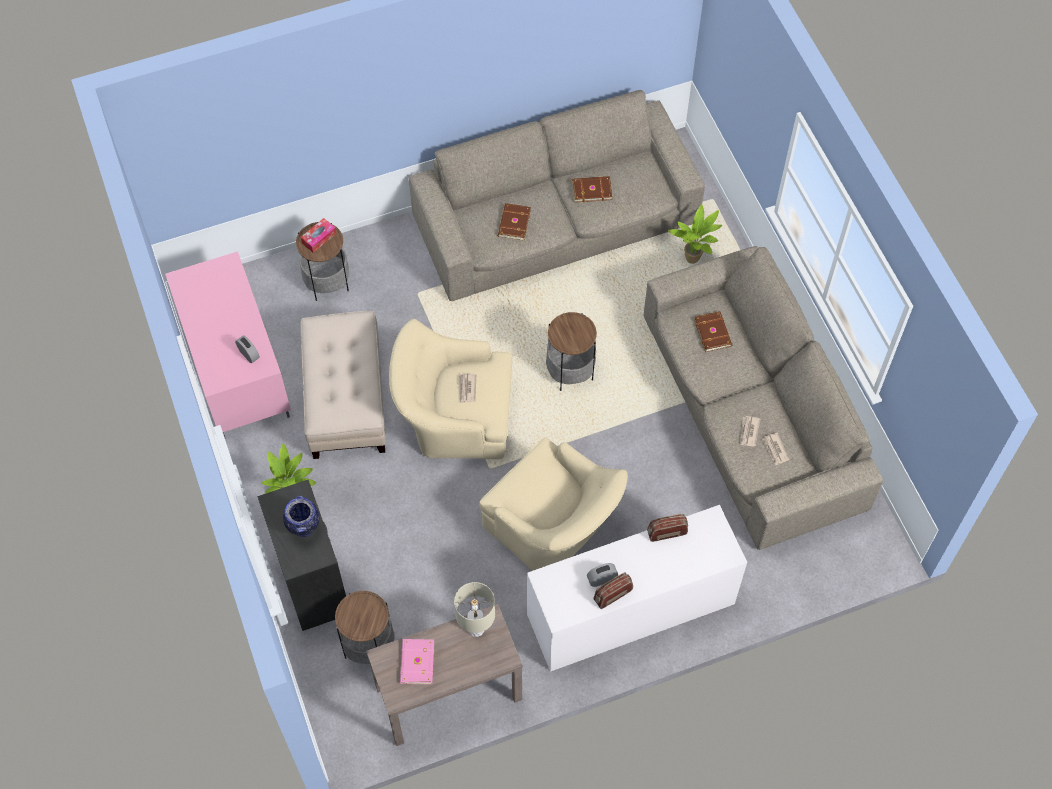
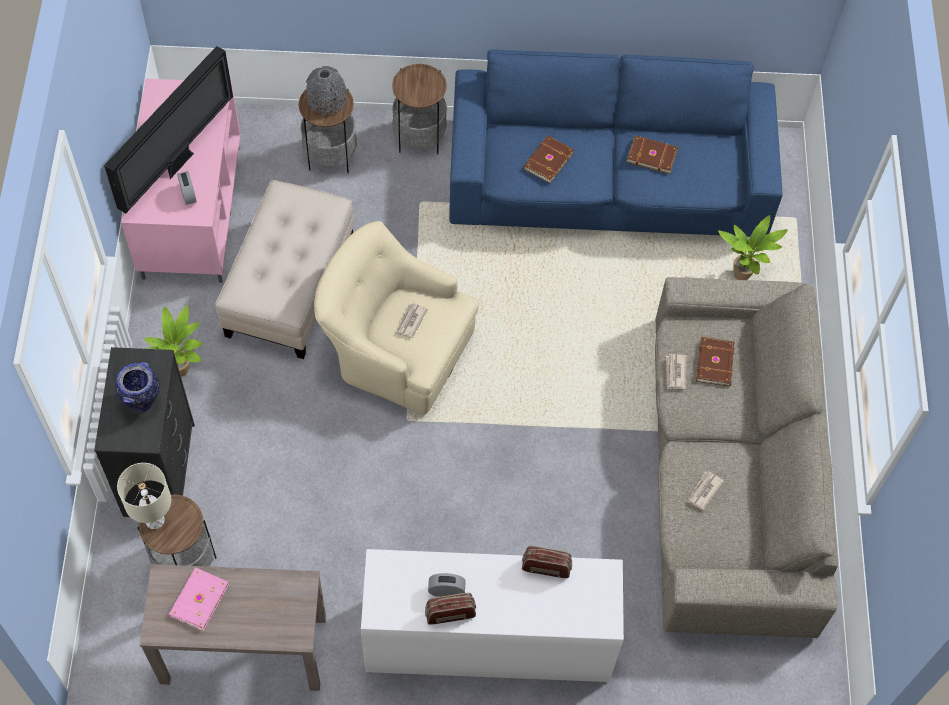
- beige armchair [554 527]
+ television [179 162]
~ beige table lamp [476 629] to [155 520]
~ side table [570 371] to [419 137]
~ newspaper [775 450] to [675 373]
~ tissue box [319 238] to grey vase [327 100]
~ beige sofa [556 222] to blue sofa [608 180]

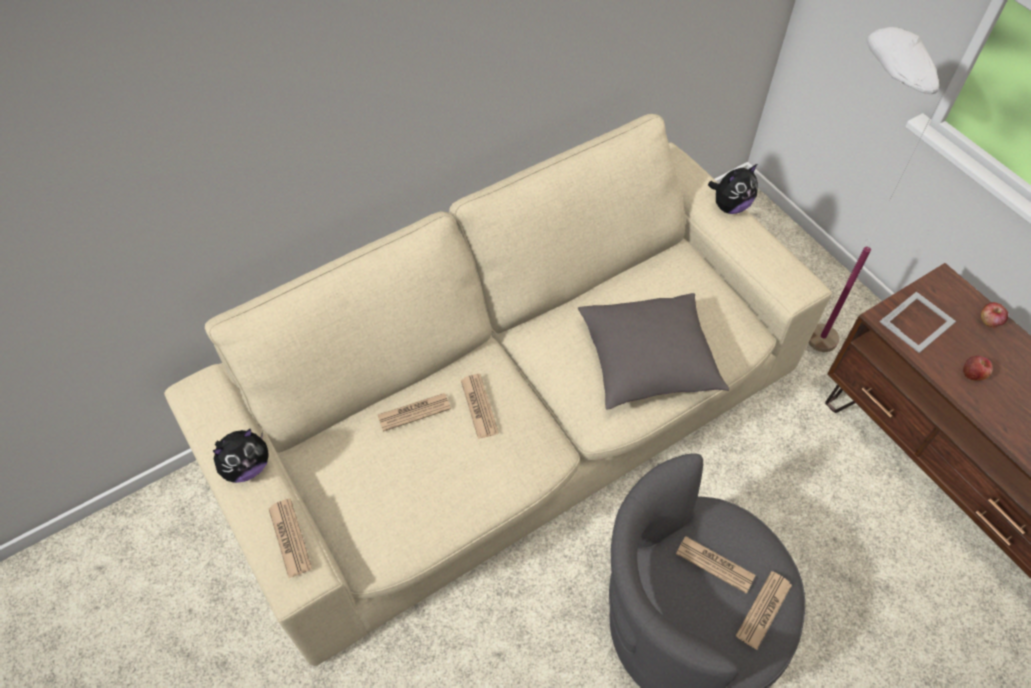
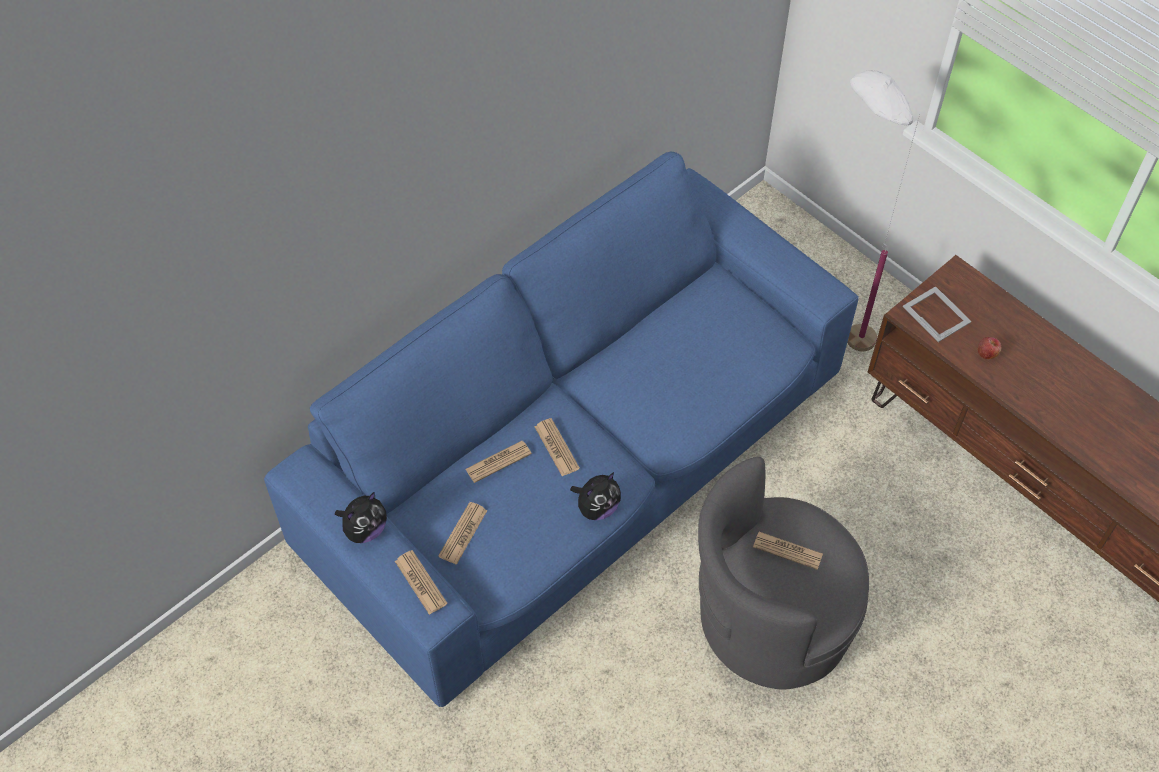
- grey pillow [648 363]
- apple [989 321]
~ plush toy [730 206] to [597 508]
~ newspaper [763 610] to [463 533]
~ beige sofa [514 419] to blue sofa [578 460]
~ picture frame [918 322] = [936 313] 75 degrees counterclockwise

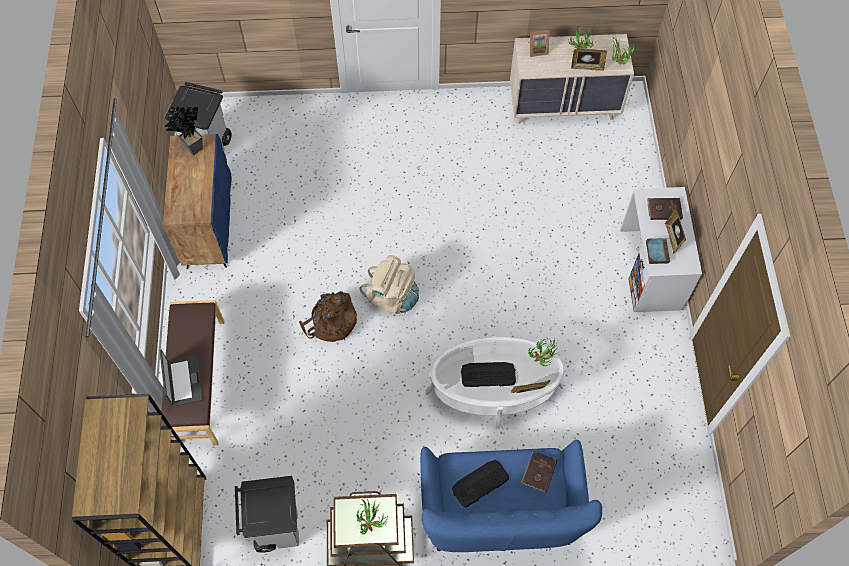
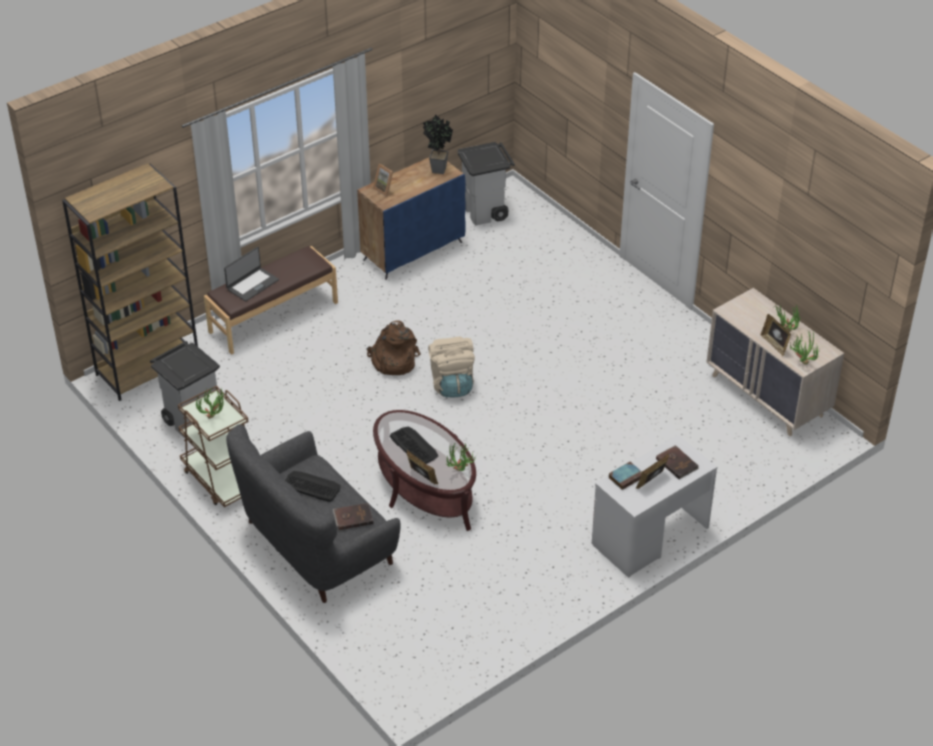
~ picture frame [537 50] to [385 189]
~ blue sofa [500 512] to grey sofa [315 544]
~ white coffee table [494 389] to brown coffee table [424 487]

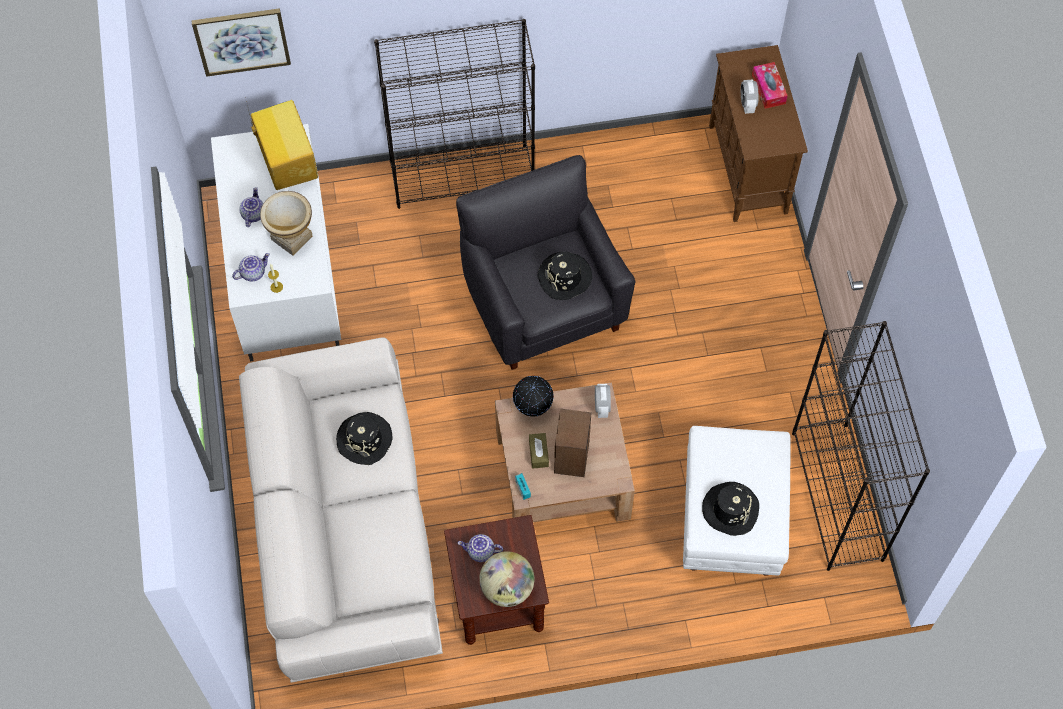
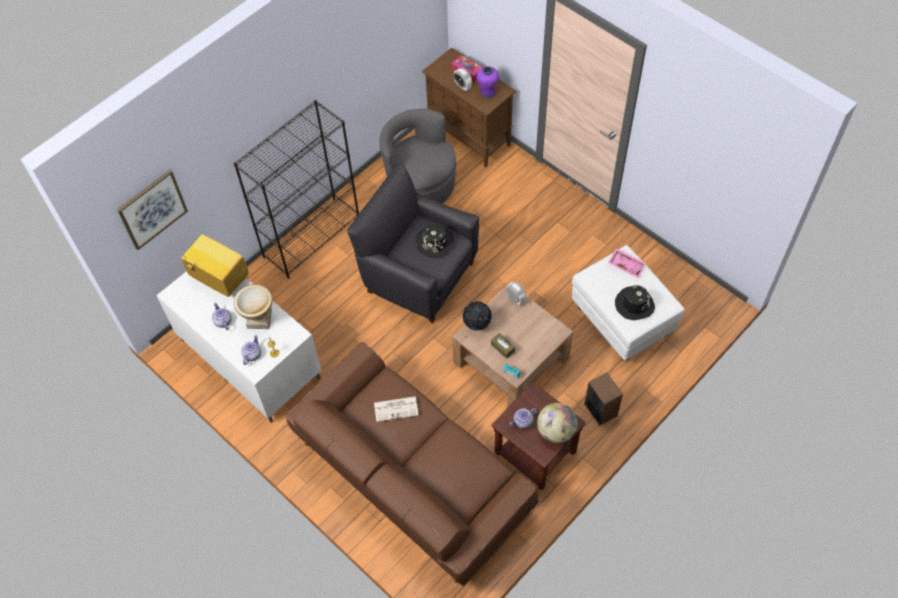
- black bookcase [838 496]
+ grey armchair [421 185]
+ purple vase [487 93]
+ pink tray [626 265]
~ speaker [572 457] to [600 409]
~ black hat [365 439] to newspaper [396 408]
~ white sofa [345 527] to brown sofa [411 476]

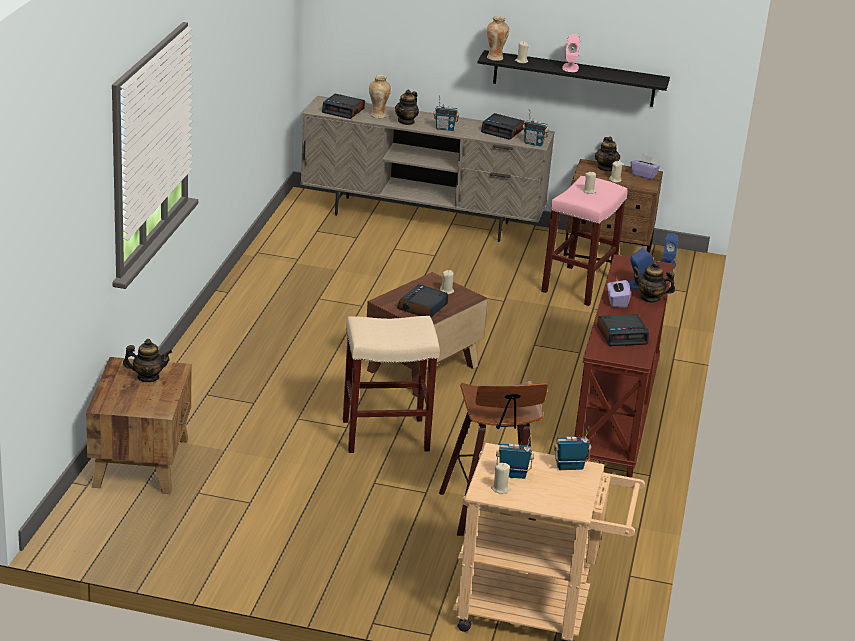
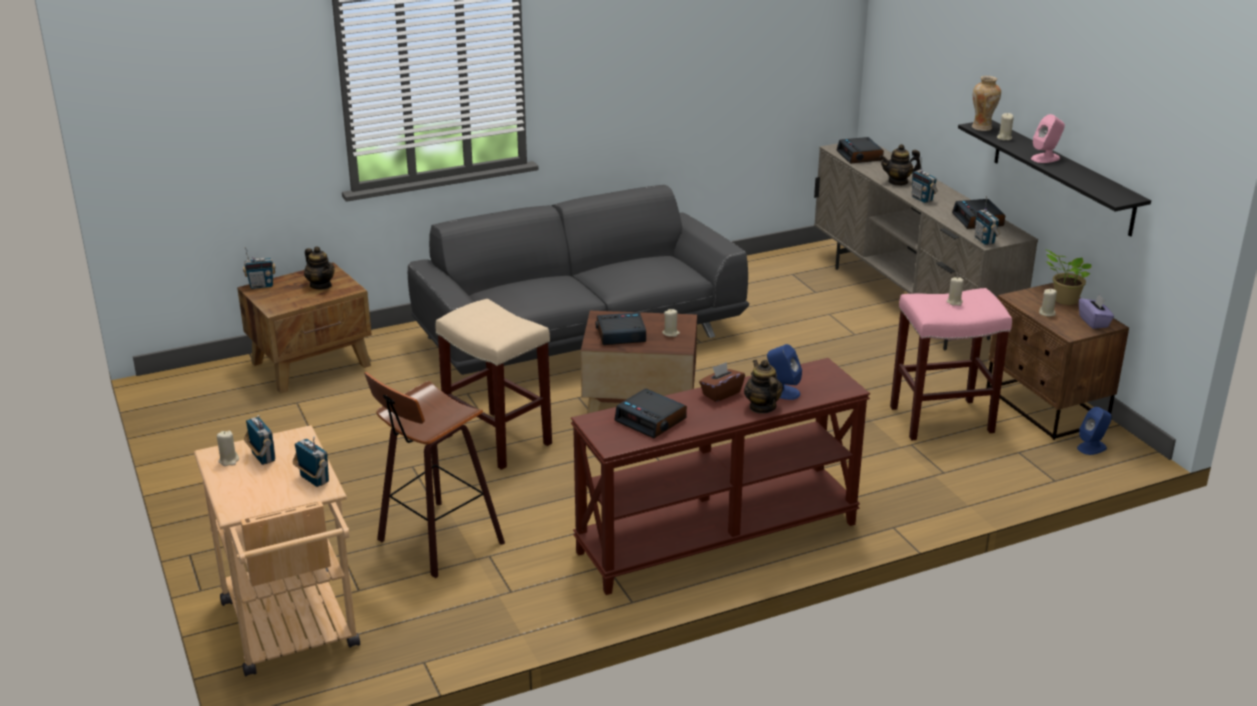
- vase [378 115]
+ radio [261 285]
+ grey sofa [580 337]
~ teapot [606 168] to potted plant [1063 300]
~ purple tissue box [616 302] to brown tissue box [721 393]

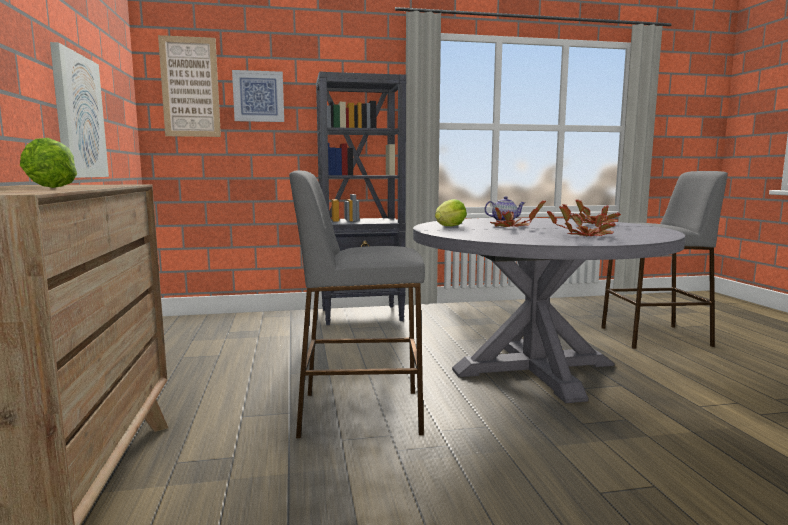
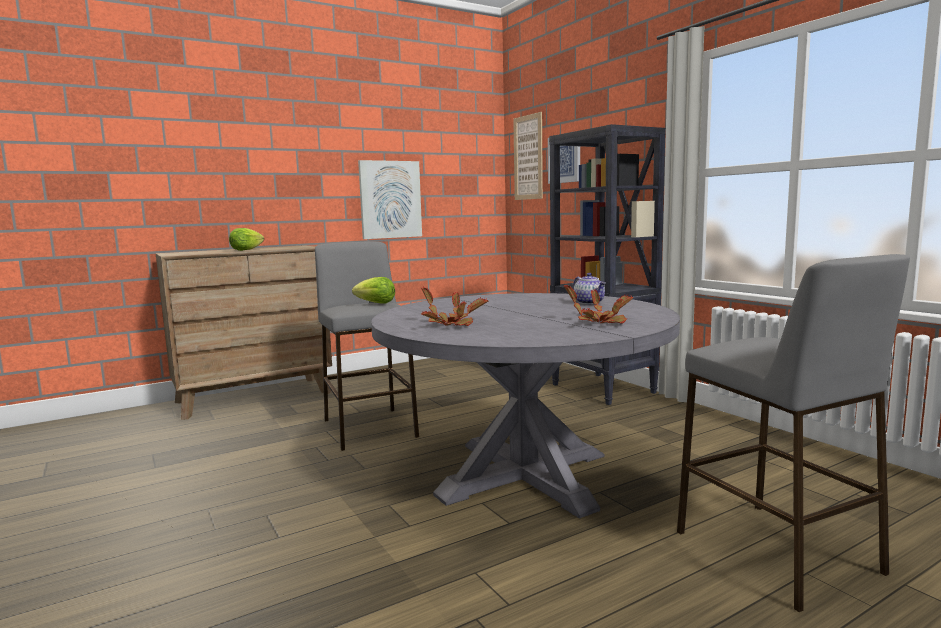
- potted plant [512 227]
~ lettuce [450 227] to [376 303]

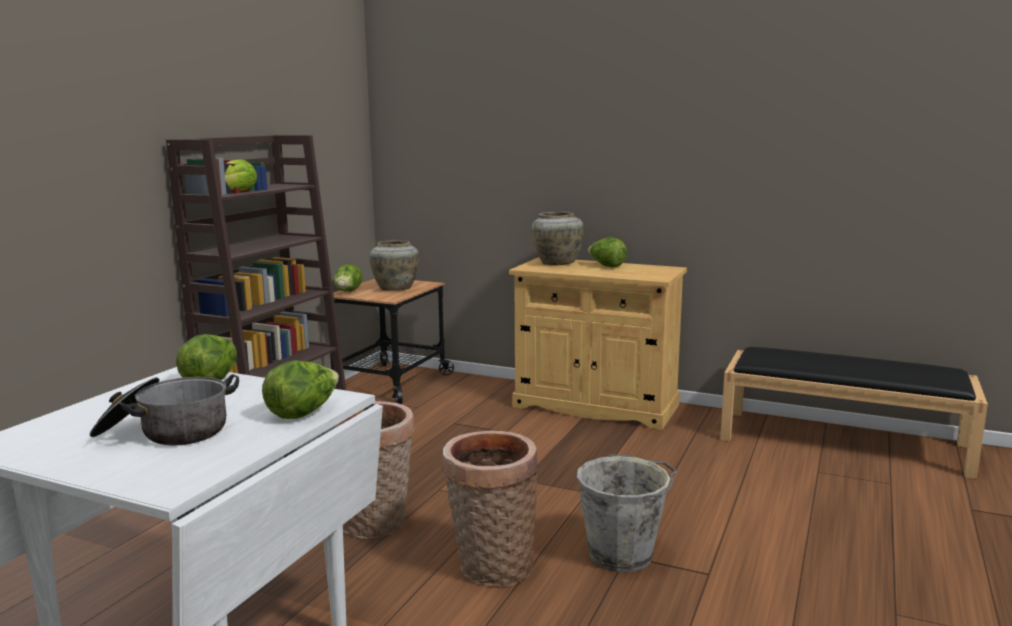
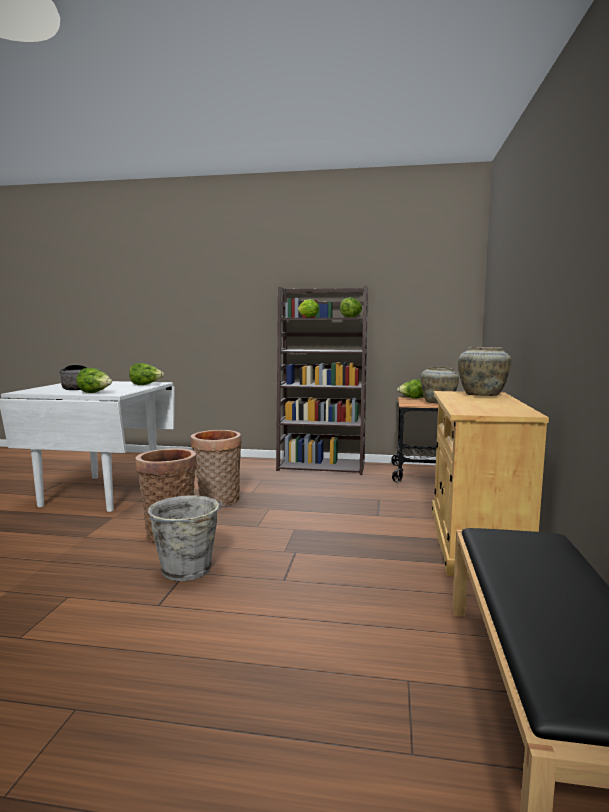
~ lettuce [606 266] to [351 317]

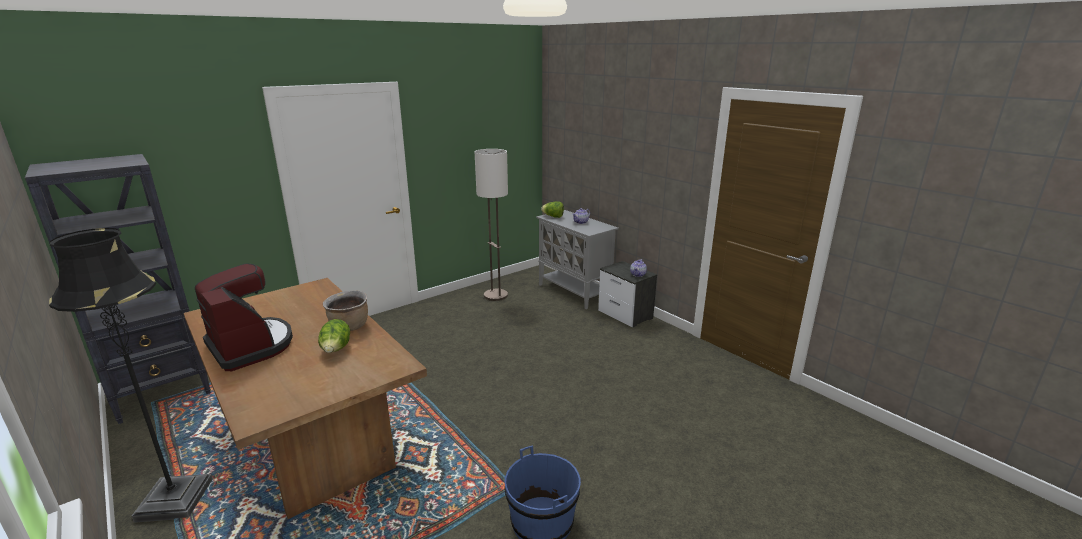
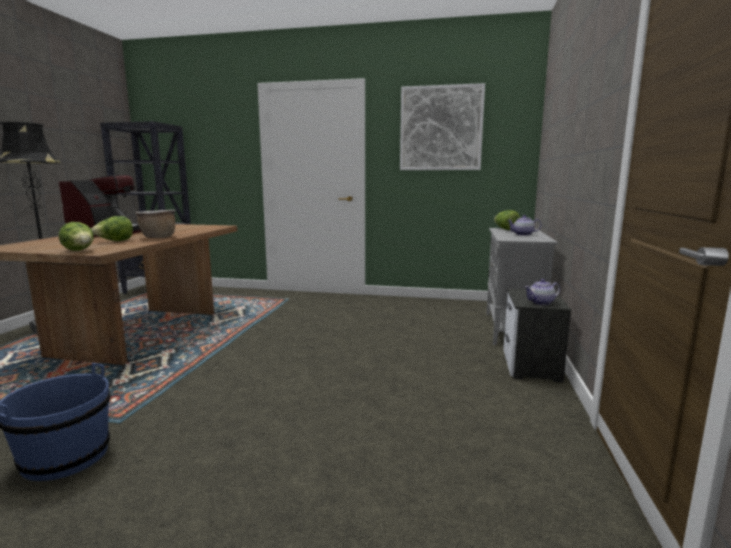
- floor lamp [496 295]
+ lettuce [79 251]
+ picture [441 128]

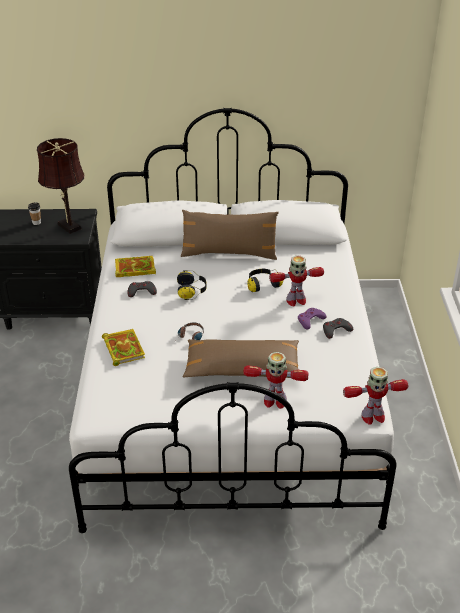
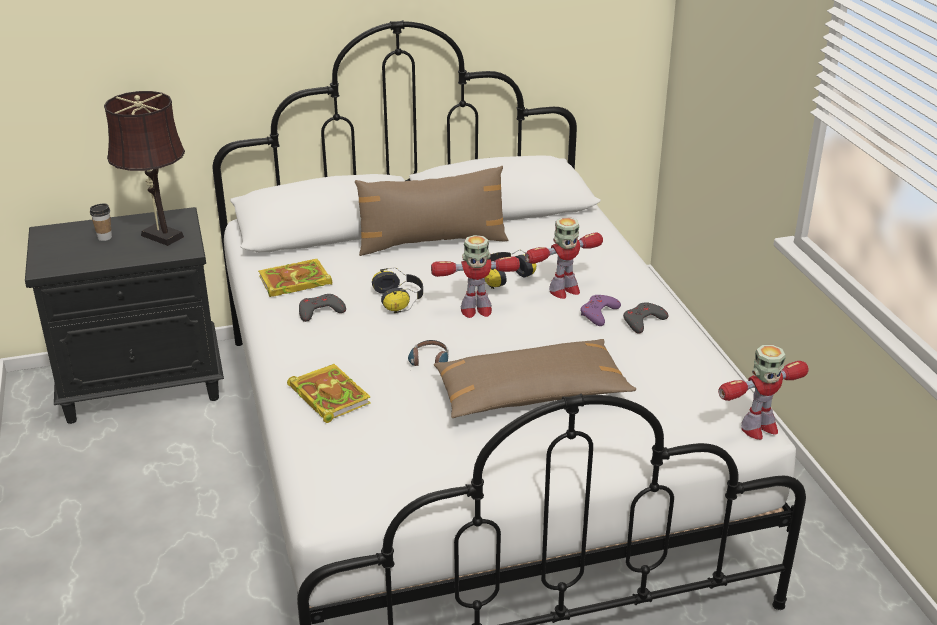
~ toy robot [274 401] to [475 310]

